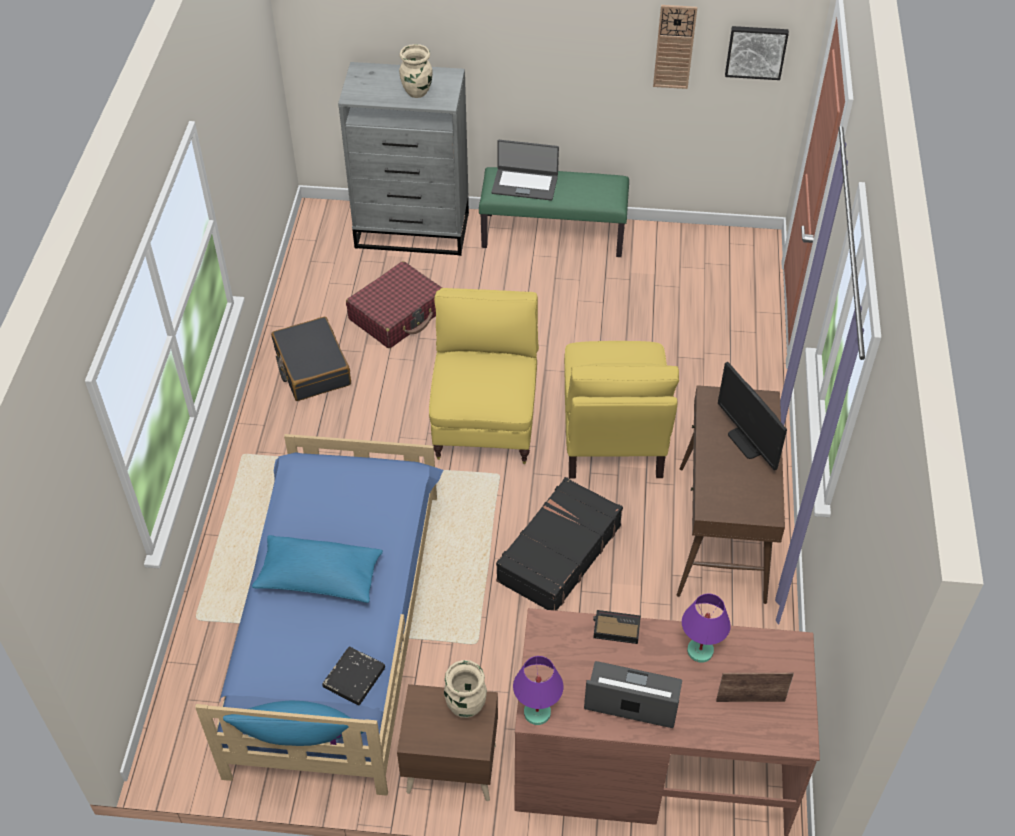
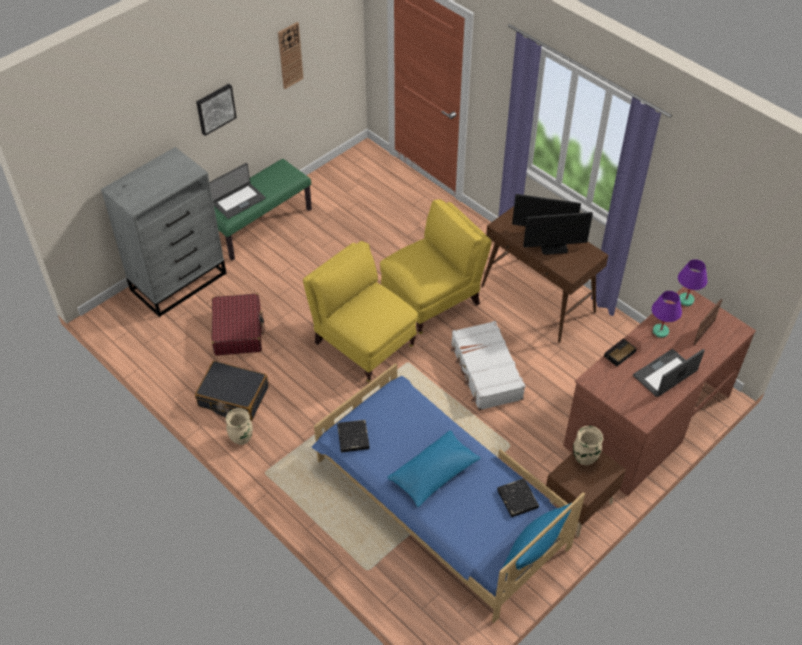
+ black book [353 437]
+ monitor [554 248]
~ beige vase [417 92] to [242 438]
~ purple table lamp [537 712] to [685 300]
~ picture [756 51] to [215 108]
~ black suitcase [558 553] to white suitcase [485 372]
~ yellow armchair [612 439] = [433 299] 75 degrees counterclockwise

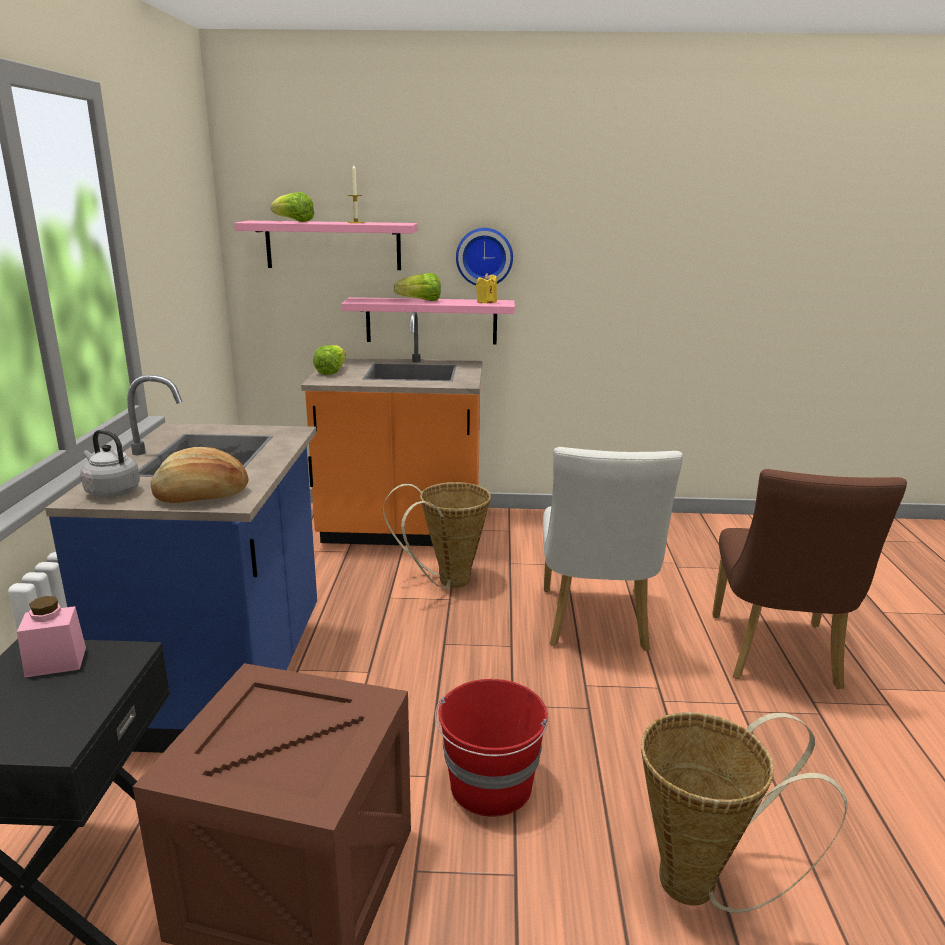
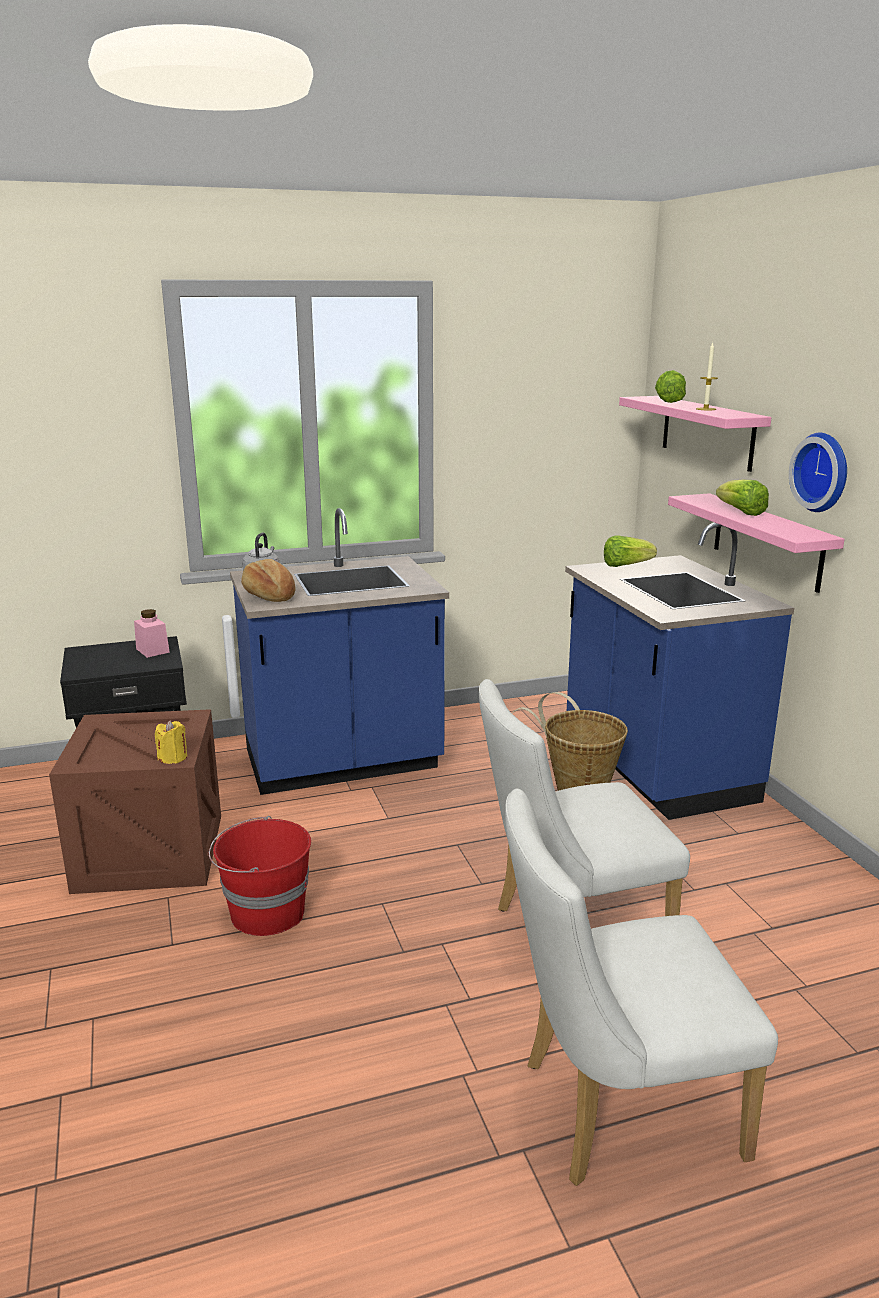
- basket [702 885]
~ yellow candle [486 302] to [173 758]
~ orange counter [401 531] to blue counter [654 769]
~ brown chair [777 657] to white chair [614 1110]

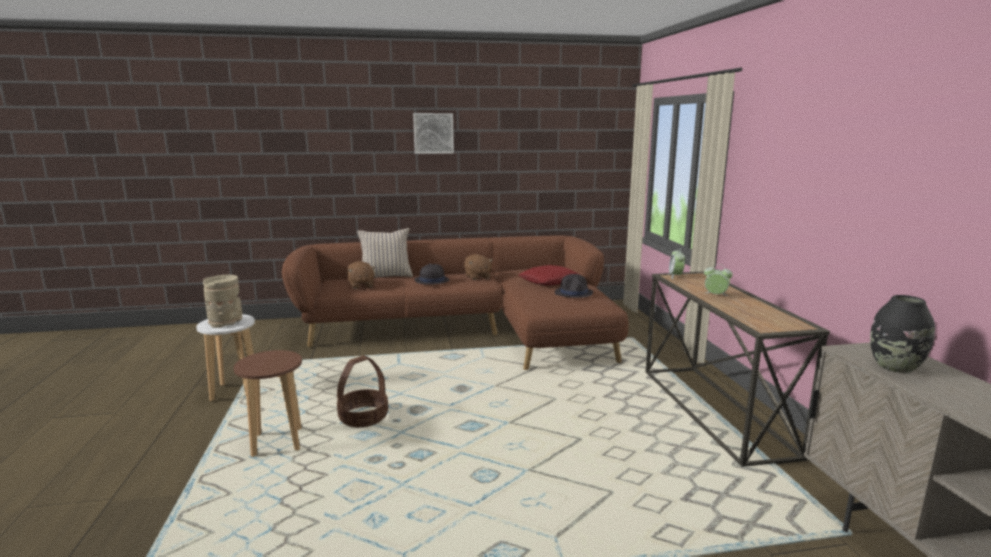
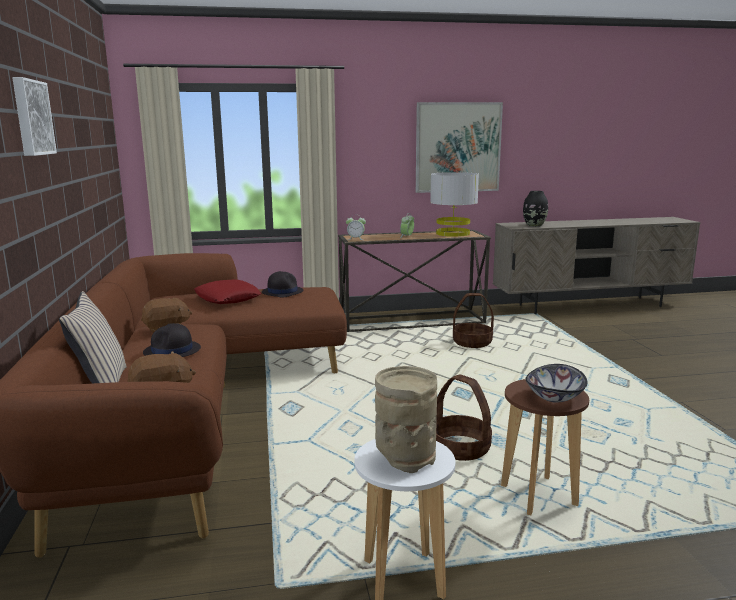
+ picture [458 147]
+ grey table lamp [452 233]
+ basket [472 343]
+ bowl [554 397]

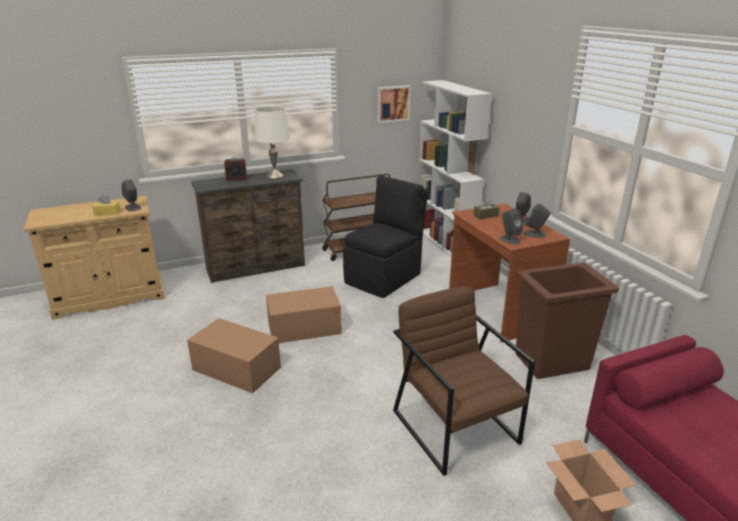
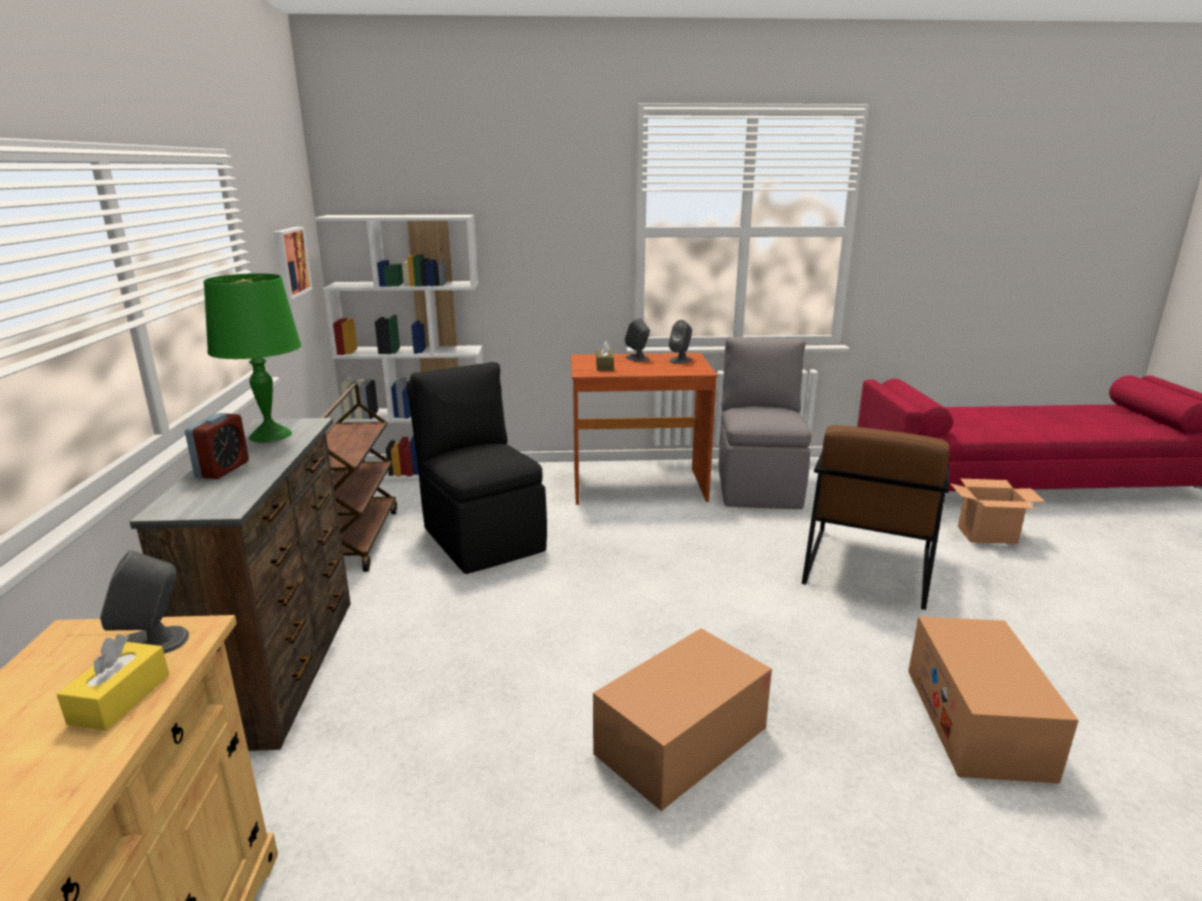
- grey speaker [509 240]
~ cardboard box [304 328] to [976 721]
~ brown trash can [553 361] to grey chair [758 486]
~ white table lamp [275 175] to green table lamp [270 435]
~ brown armchair [455 426] = [866 566] 60 degrees counterclockwise

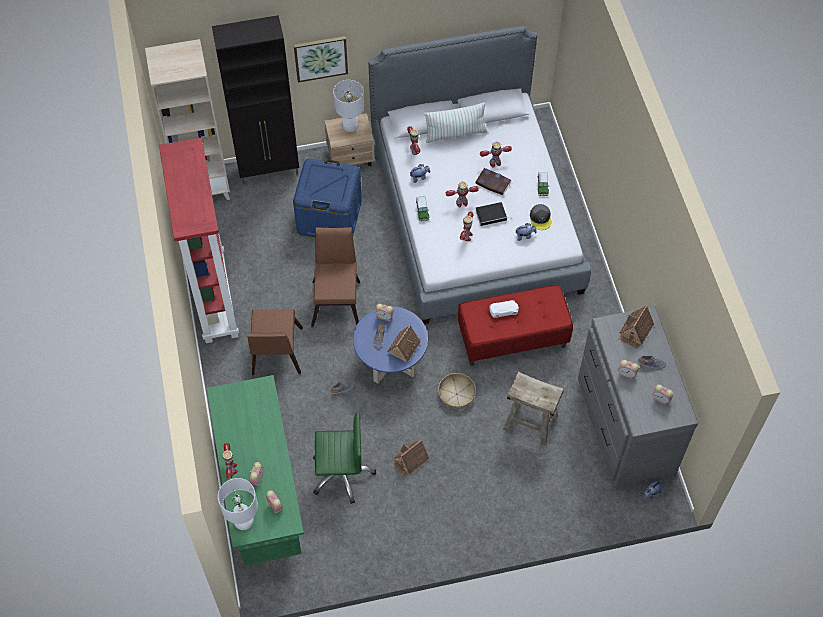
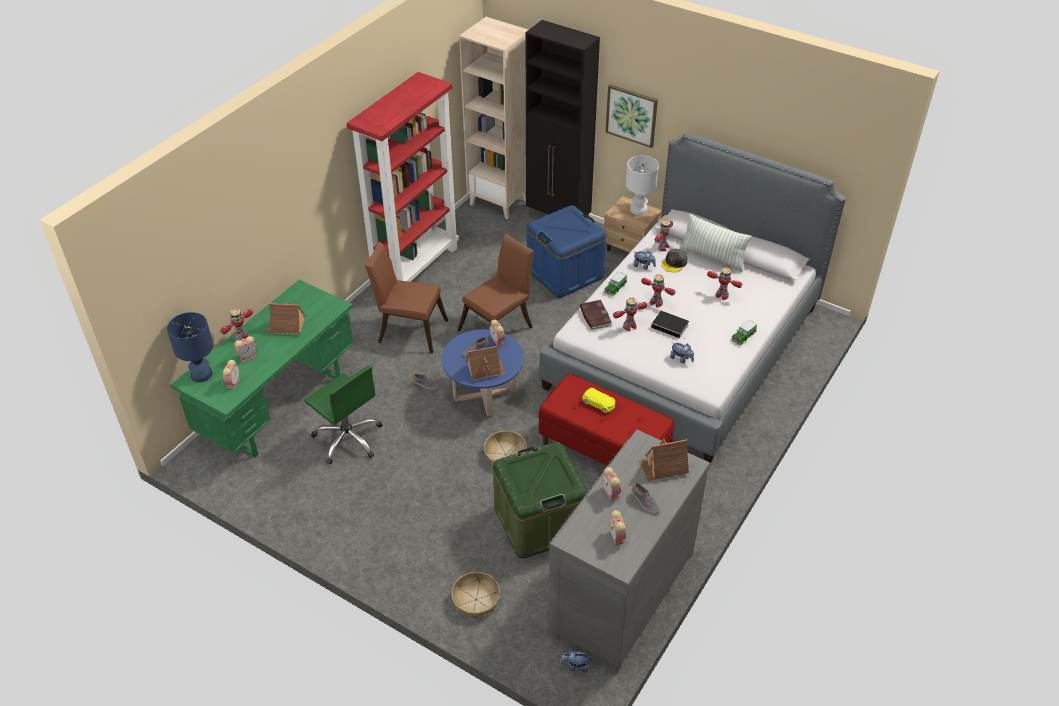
+ basket [476 599]
~ toy house [410 460] to [286 326]
~ book [493 183] to [595 316]
~ grey cap [540 218] to [674 263]
~ beige stool [530 422] to green storage box [539 521]
~ white table lamp [243 520] to blue table lamp [201 374]
~ white toy car [504 310] to yellow toy car [599 403]
~ brown chair [276 355] = [409 330] 60 degrees clockwise

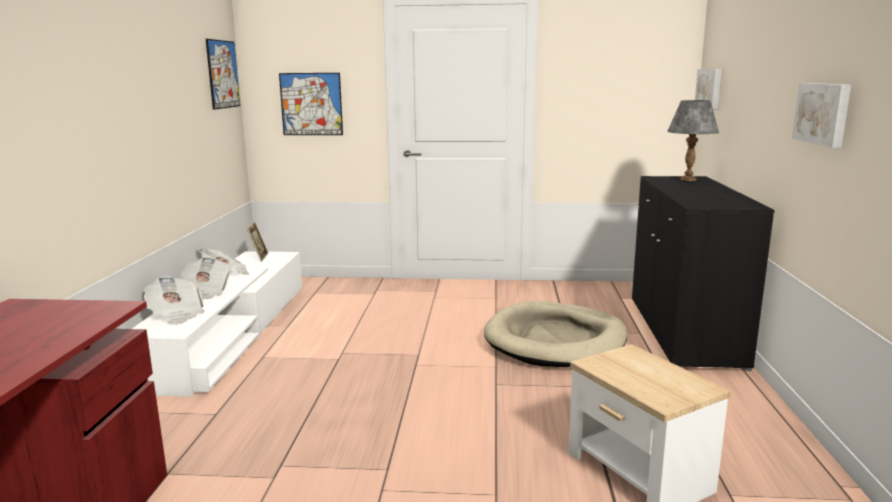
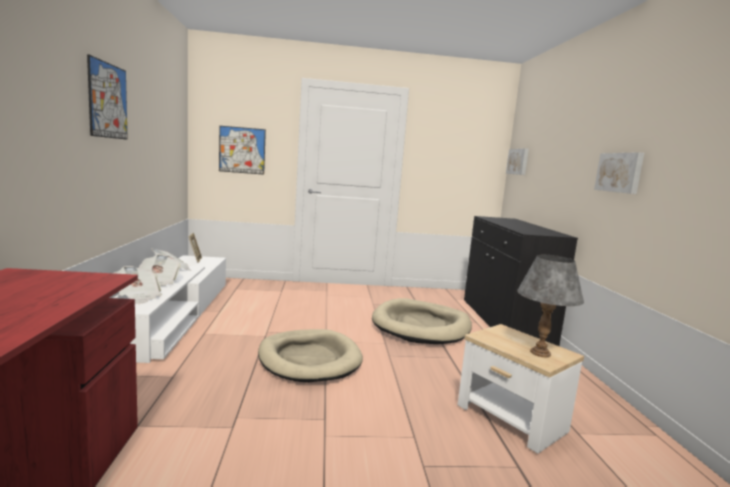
+ beige dog bed [309 359]
~ picture [223 74] to [108 101]
~ grey table lamp [688 179] to [540 352]

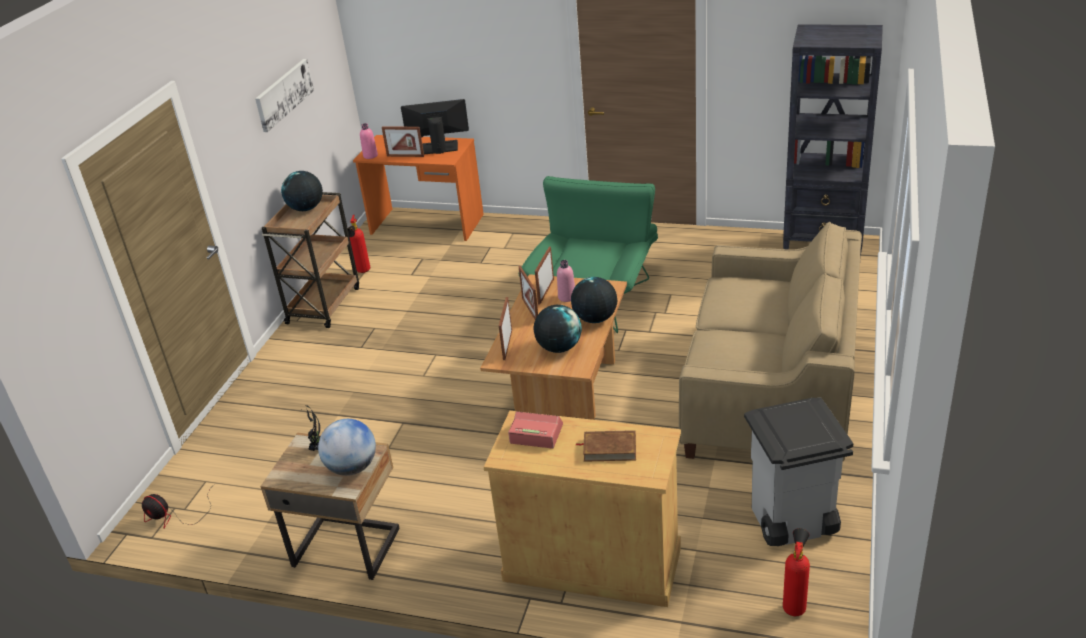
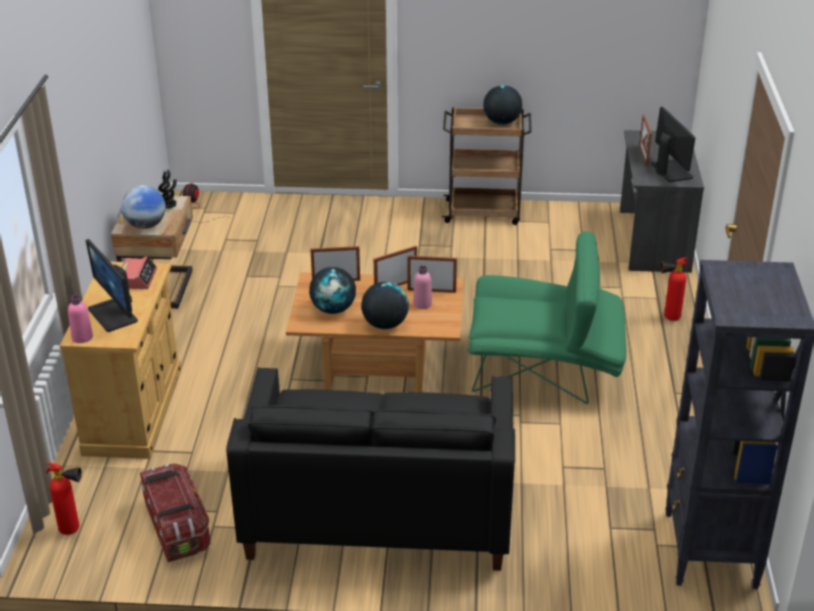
- picture [283 94]
~ fire extinguisher [362 272] to [668 318]
~ pink bottle [370 156] to [82 337]
~ brown book [609 448] to monitor [114 314]
~ grey trash can [791 523] to storage box [177 527]
~ orange desk [427 225] to grey desk [652 241]
~ beige sofa [770 394] to black sofa [379 508]

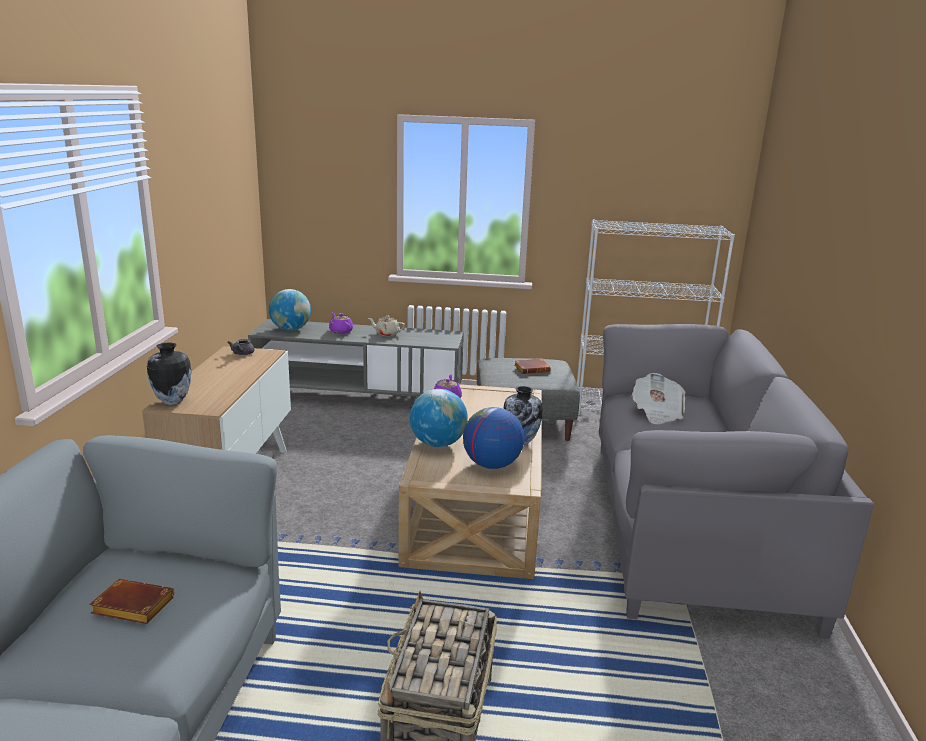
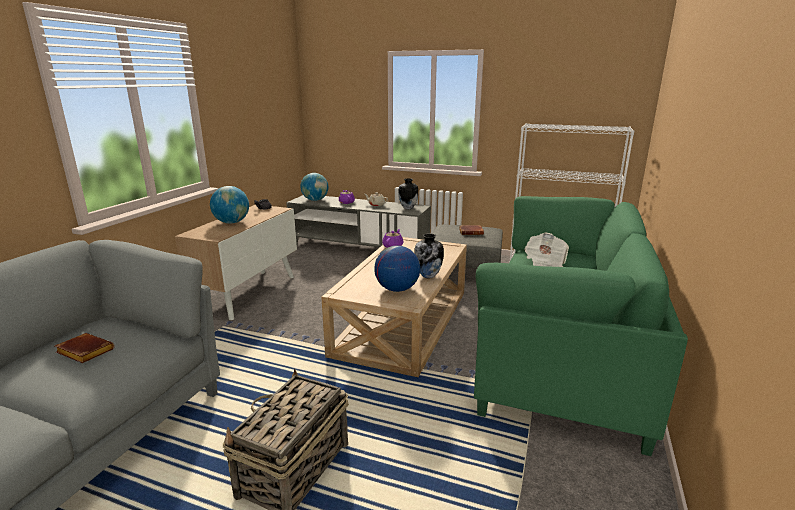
~ vase [172 401] to [407 208]
~ globe [437 444] to [232 222]
~ grey sofa [690 526] to green sofa [562 353]

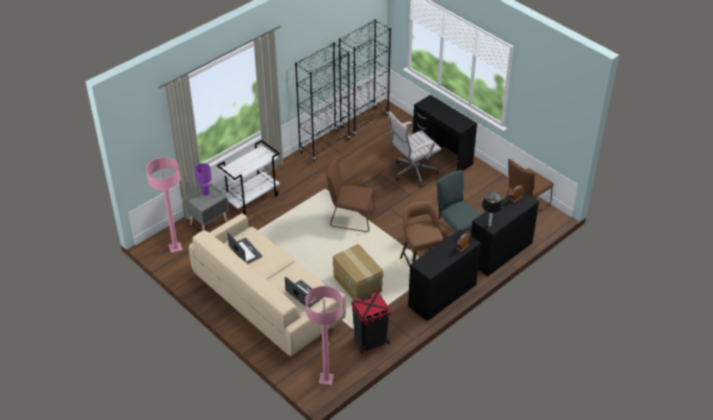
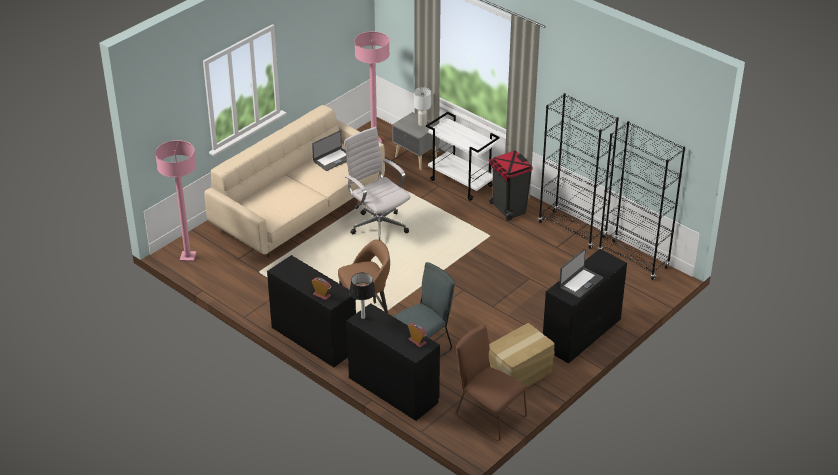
- brown chair [350 218]
~ laptop [303 295] to [580 282]
~ cardboard box [358 283] to [519 374]
~ black trash can [370 341] to [508 209]
~ white office chair [412 173] to [377 226]
~ purple table lamp [206 193] to white table lamp [422 124]

